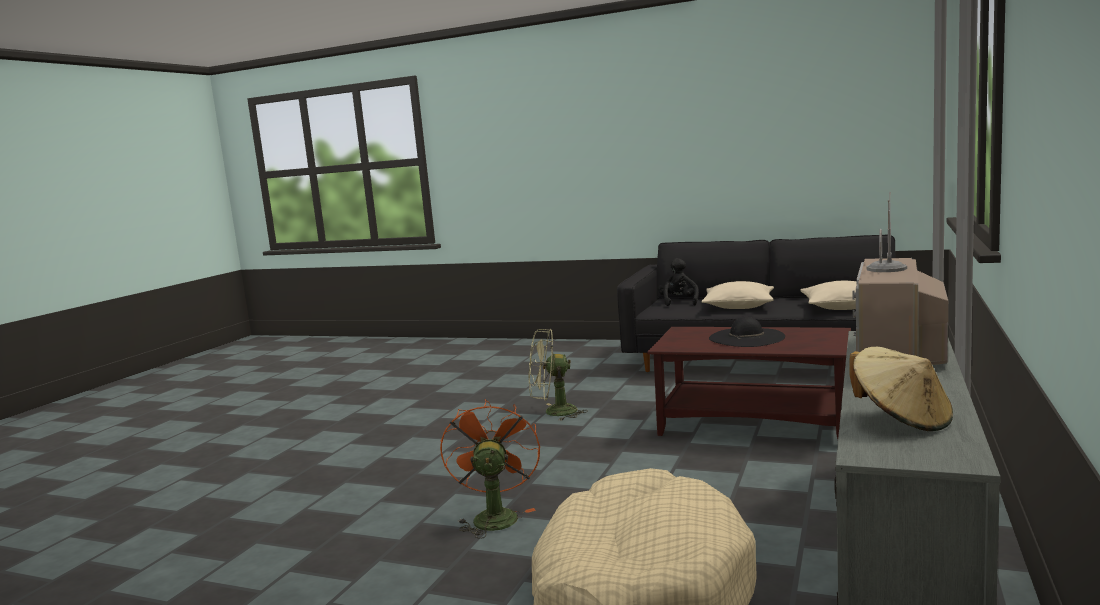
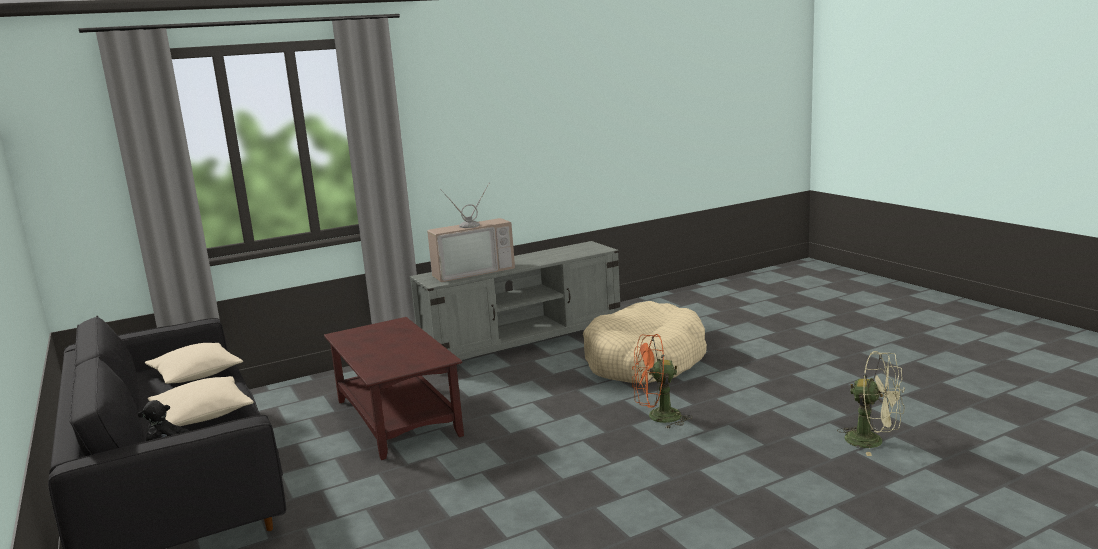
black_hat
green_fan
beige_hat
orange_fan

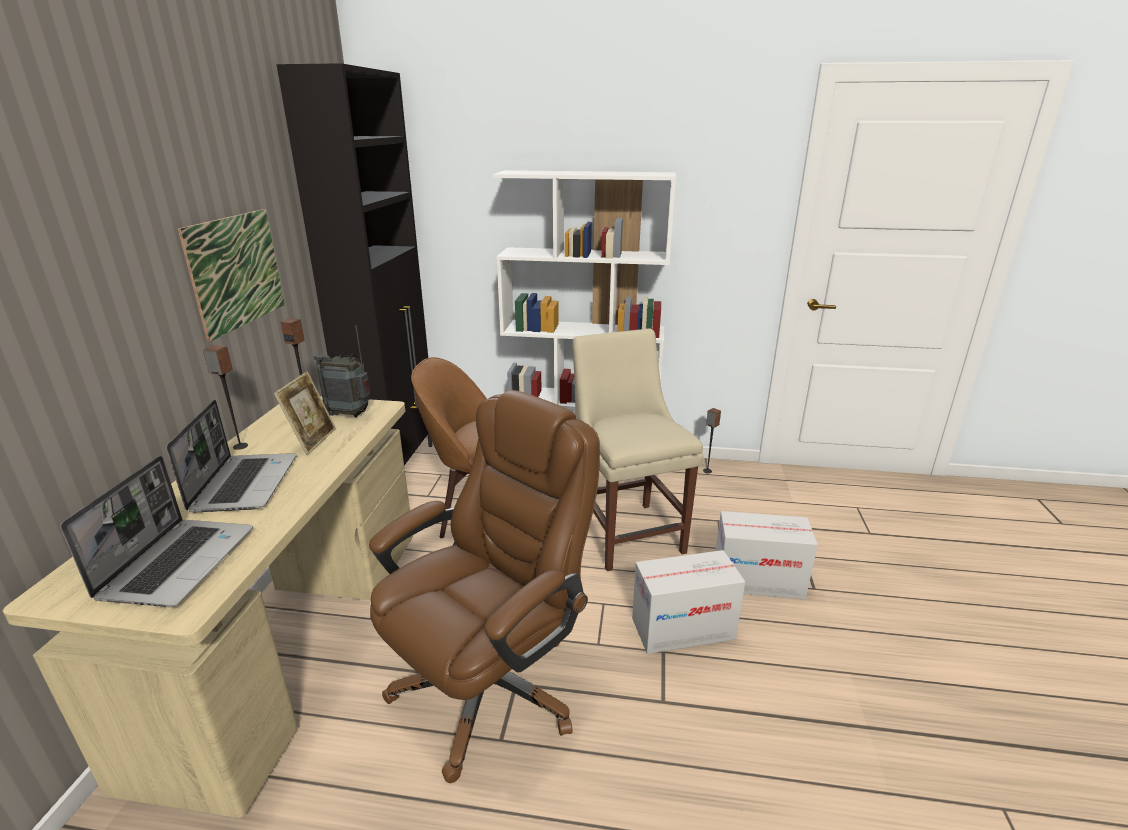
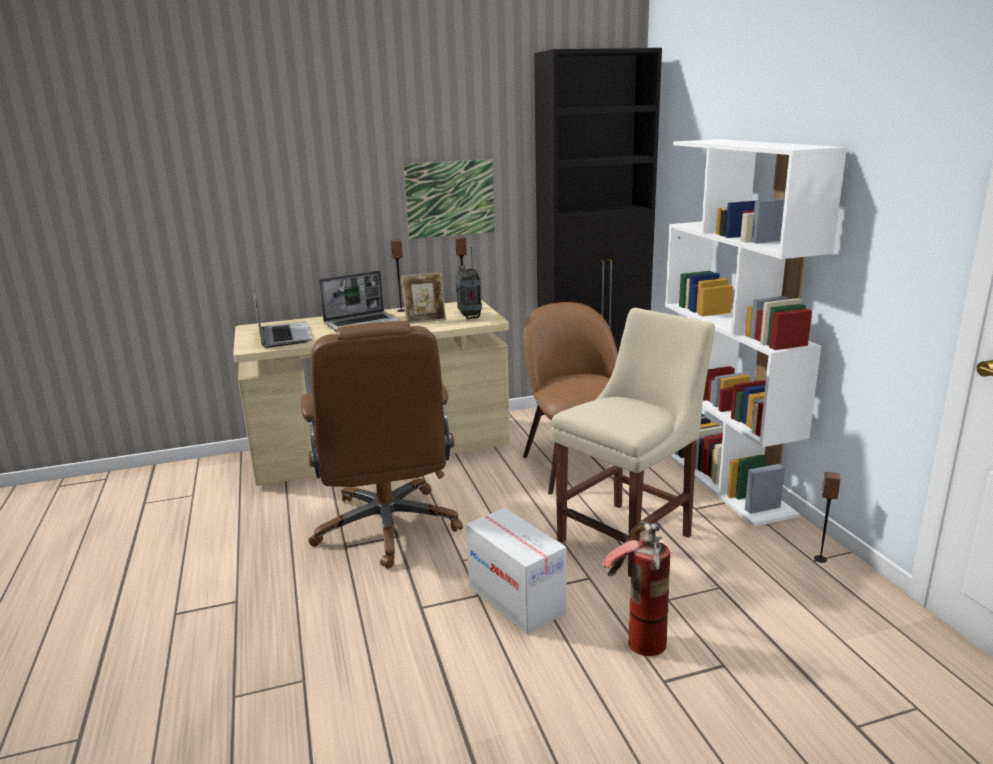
brown_office_chair
laptop (no. 1 from left)
fire_extinguisher

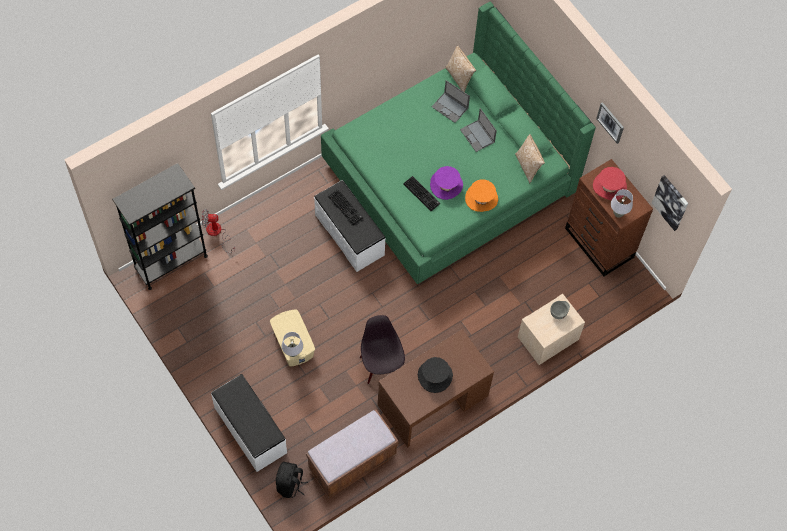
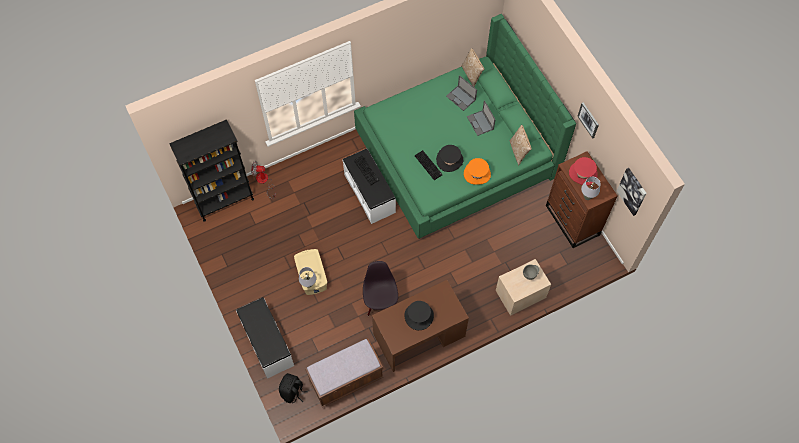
black_hat (no. 2 from left)

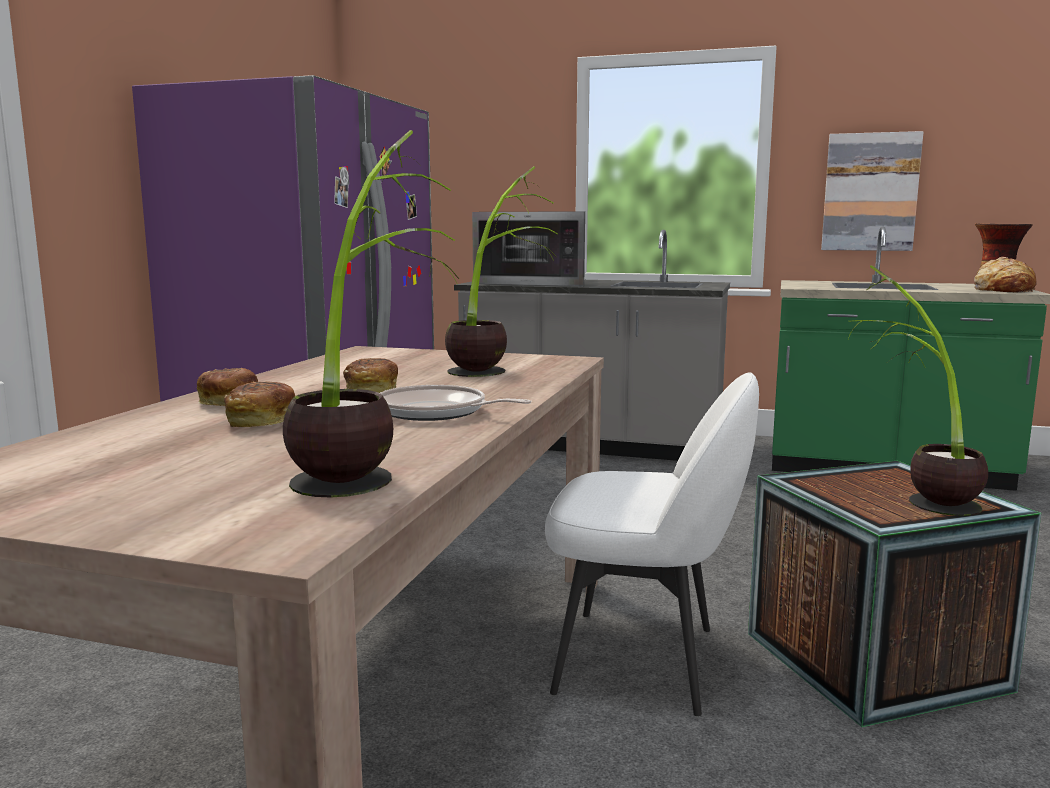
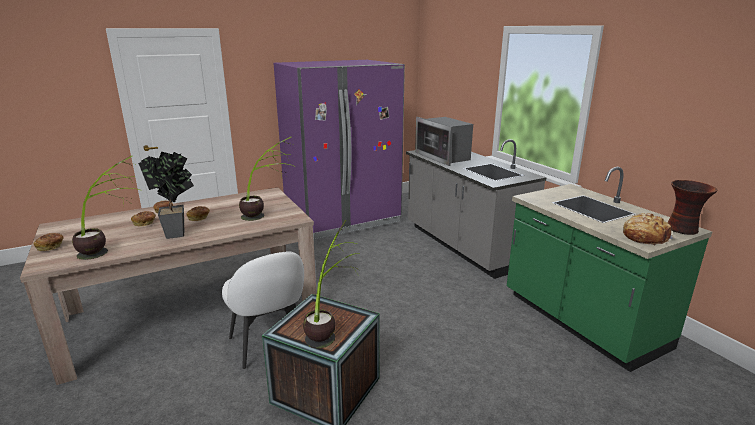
picture
potted_plant (no. 2 from left)
bread (no. 1 from left)

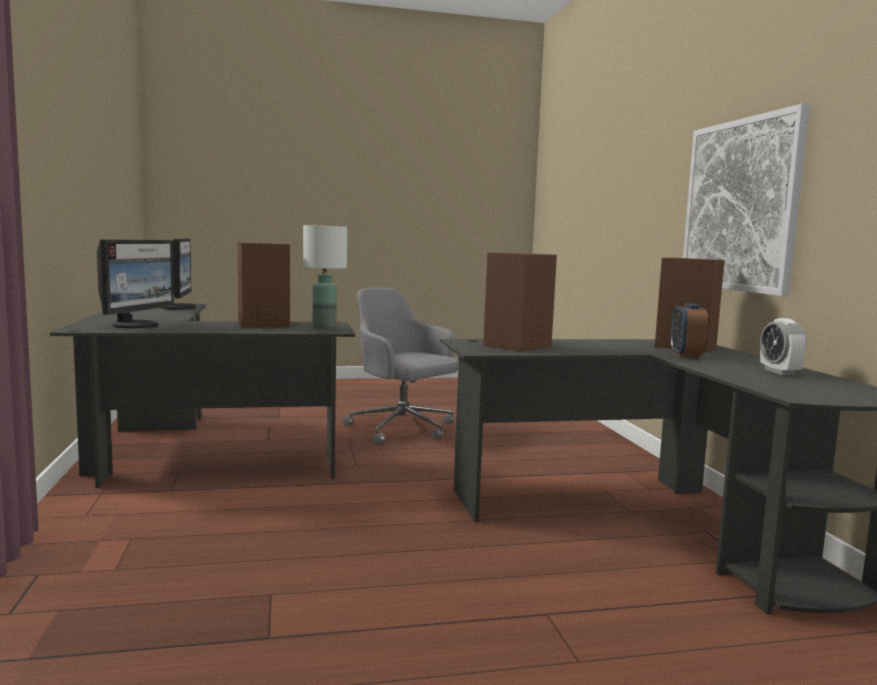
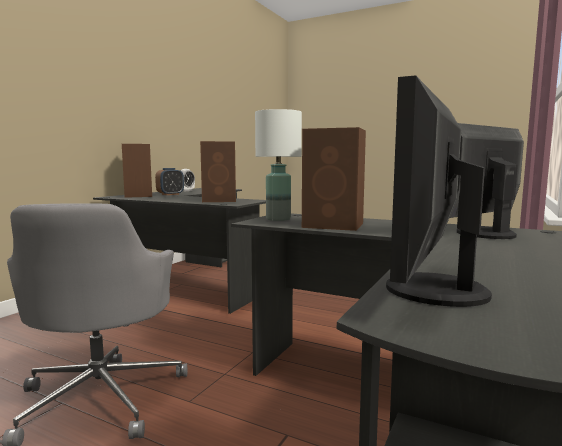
picture

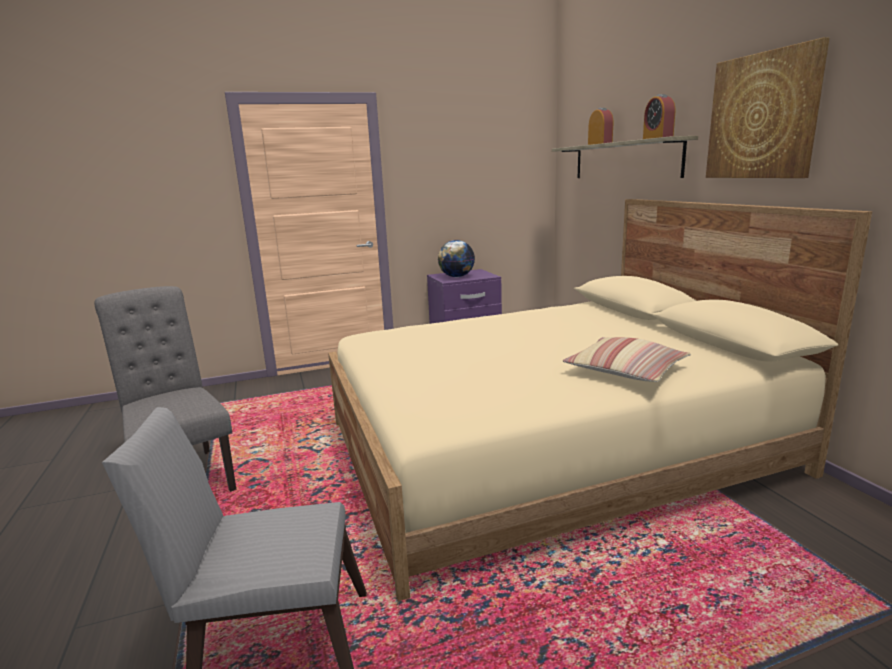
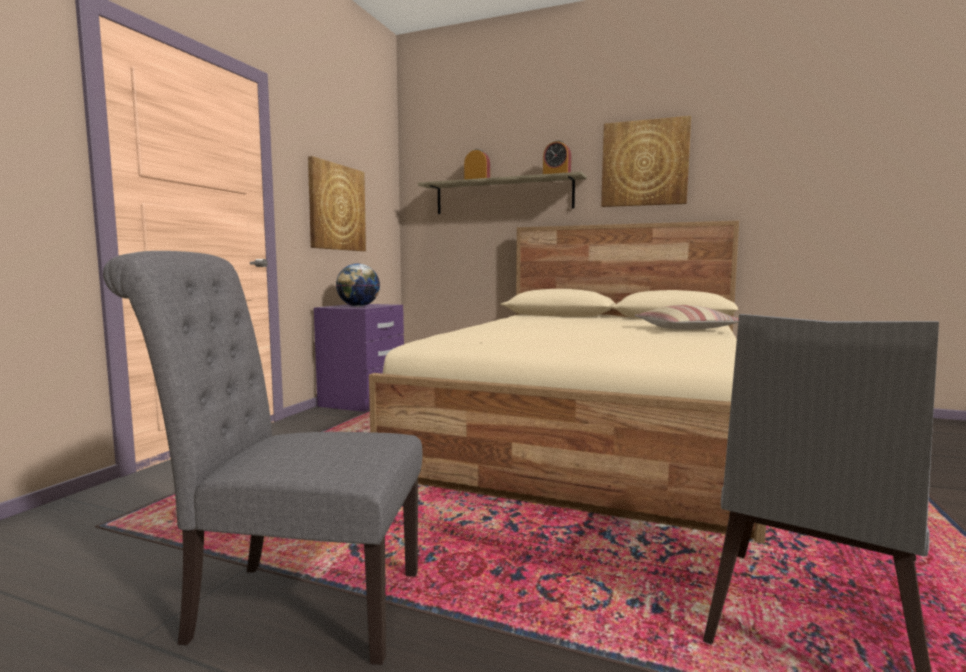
picture (no. 1 from left)

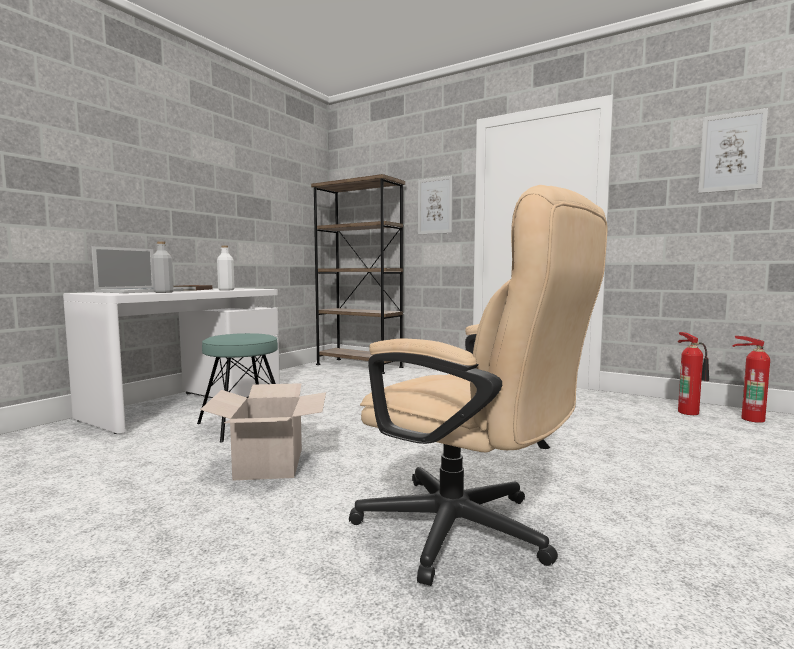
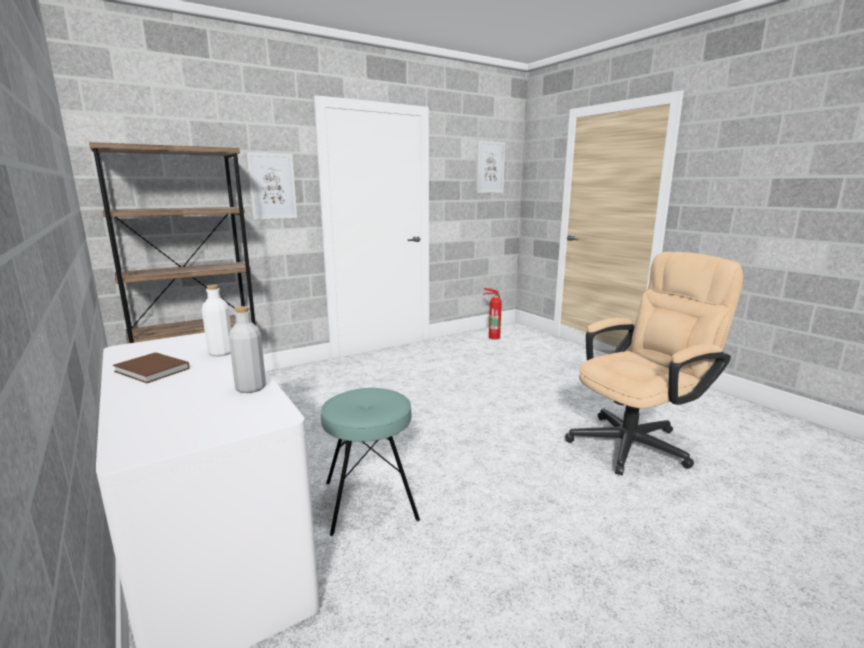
laptop
fire_extinguisher (no. 2 from left in the first image)
cardboard_box

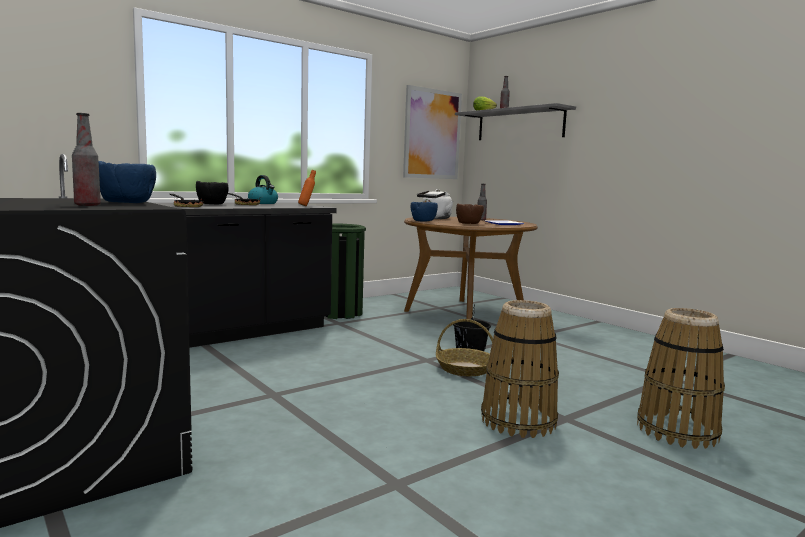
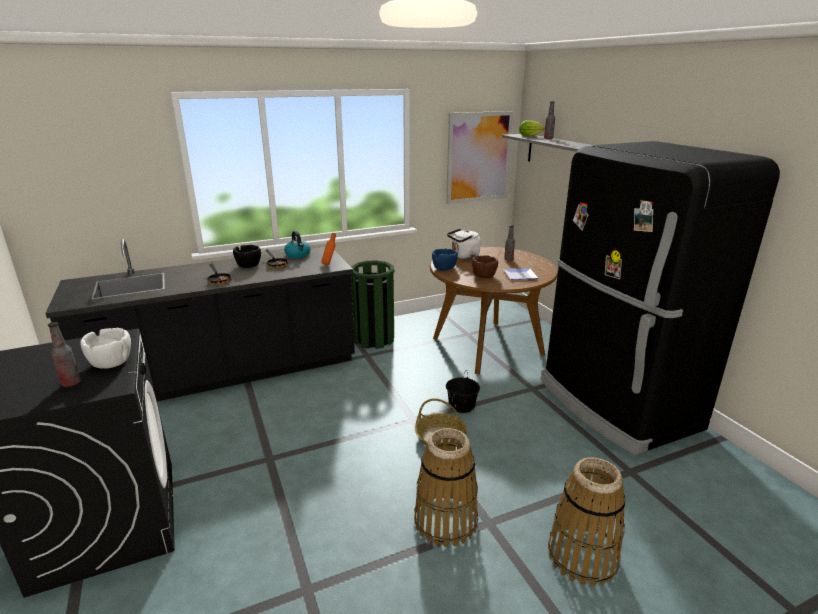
white_bowl
black_fridge

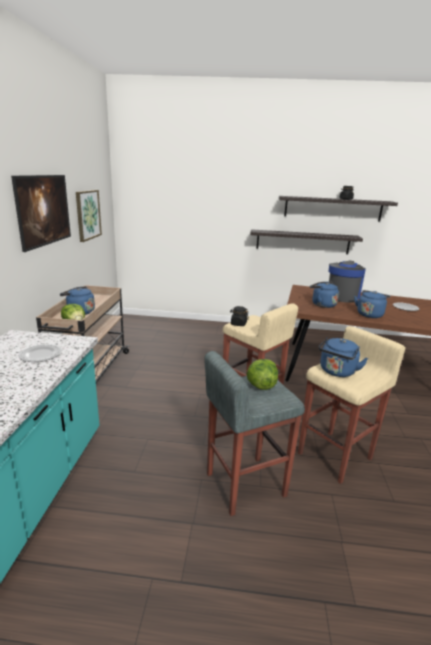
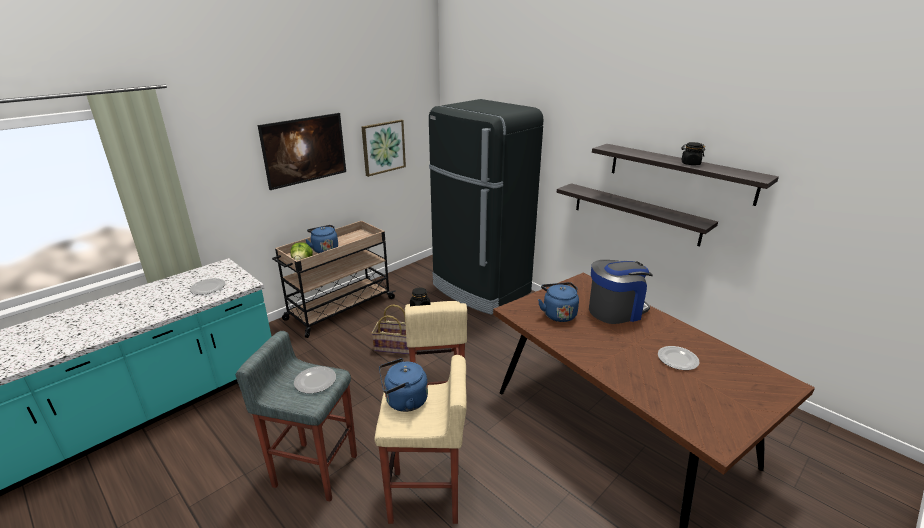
blue_kettle (no. 4 from left in the first image)
plate (no. 2 from left)
black_fridge
basket

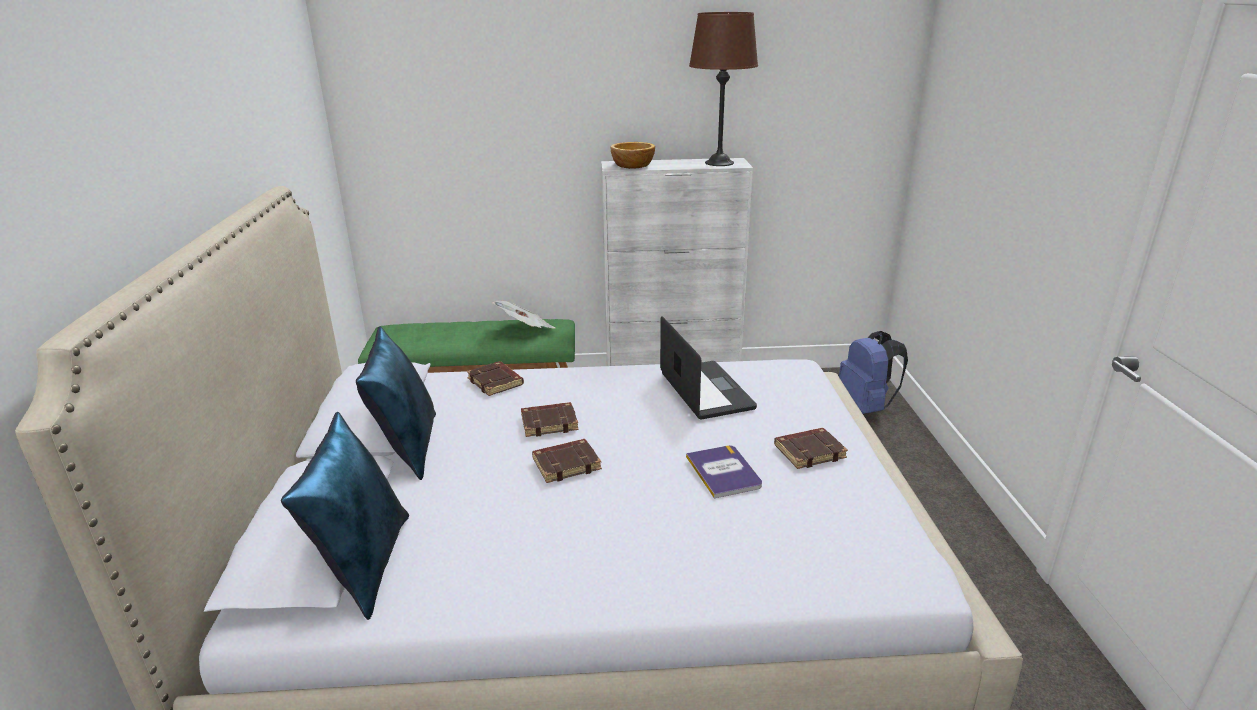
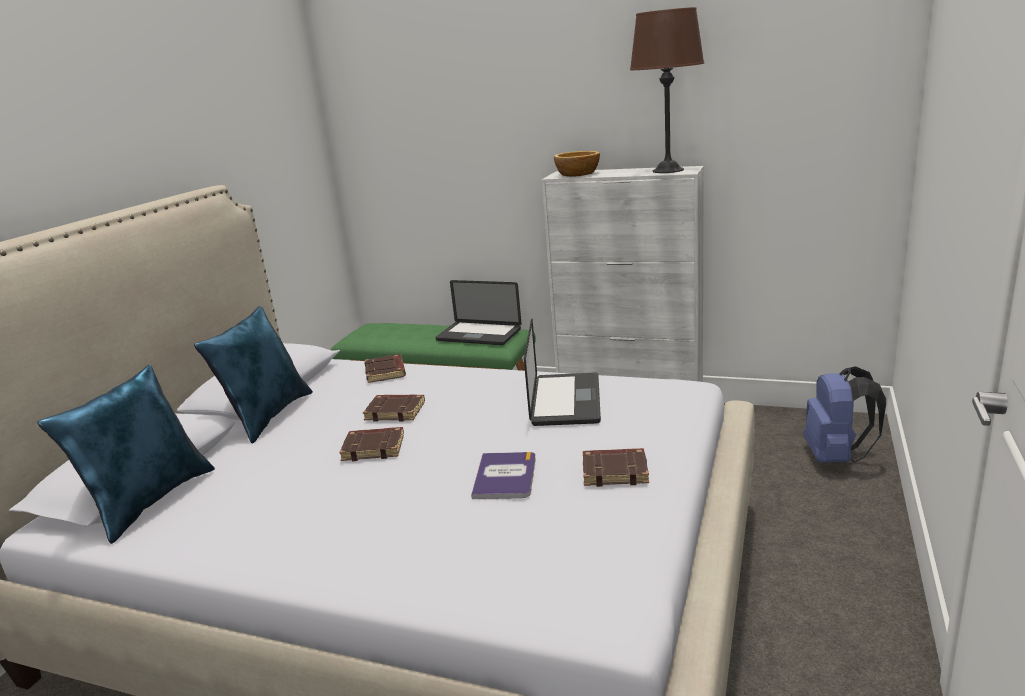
laptop (no. 1 from left)

